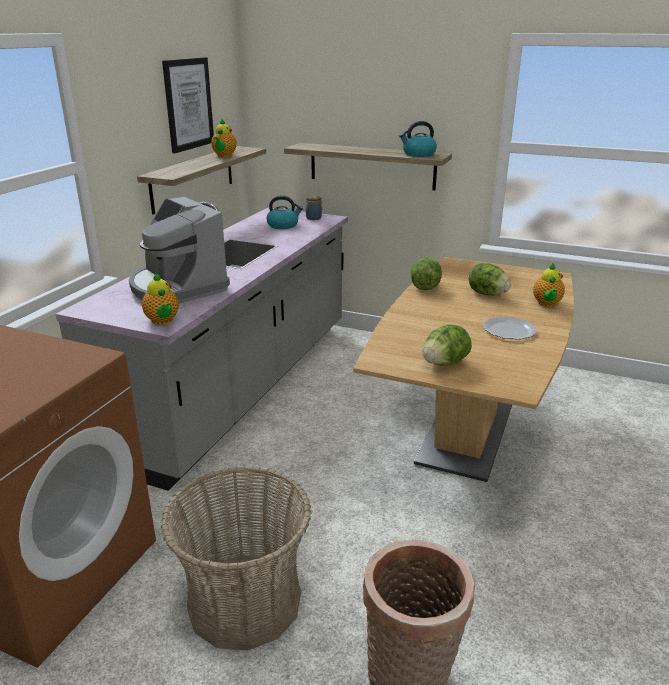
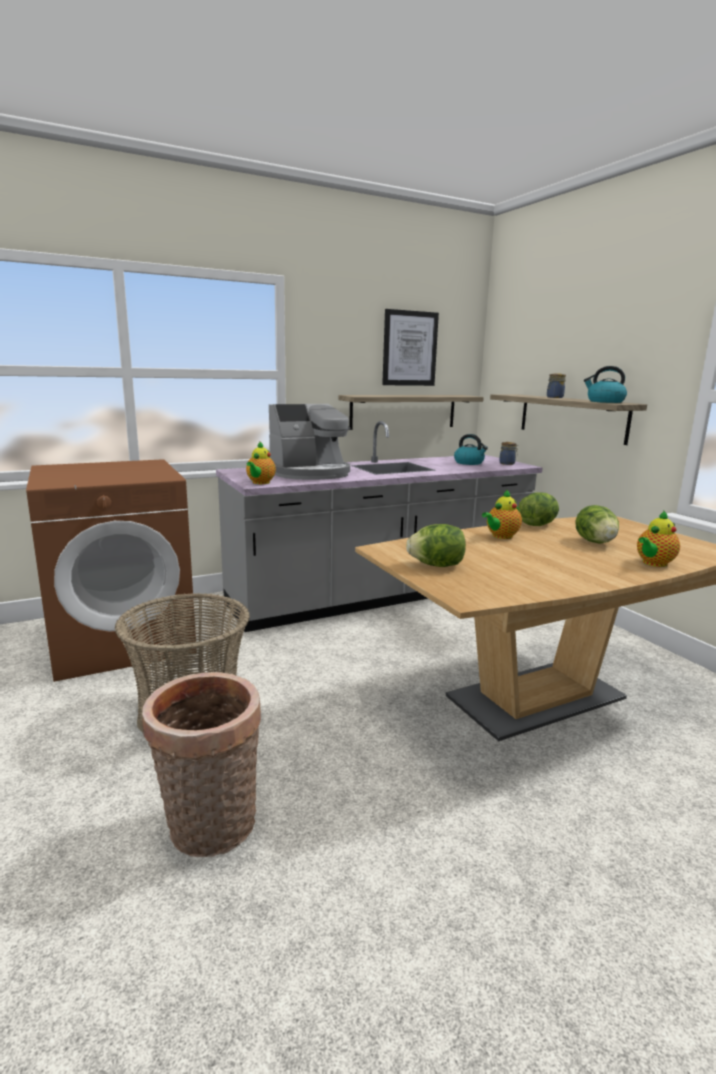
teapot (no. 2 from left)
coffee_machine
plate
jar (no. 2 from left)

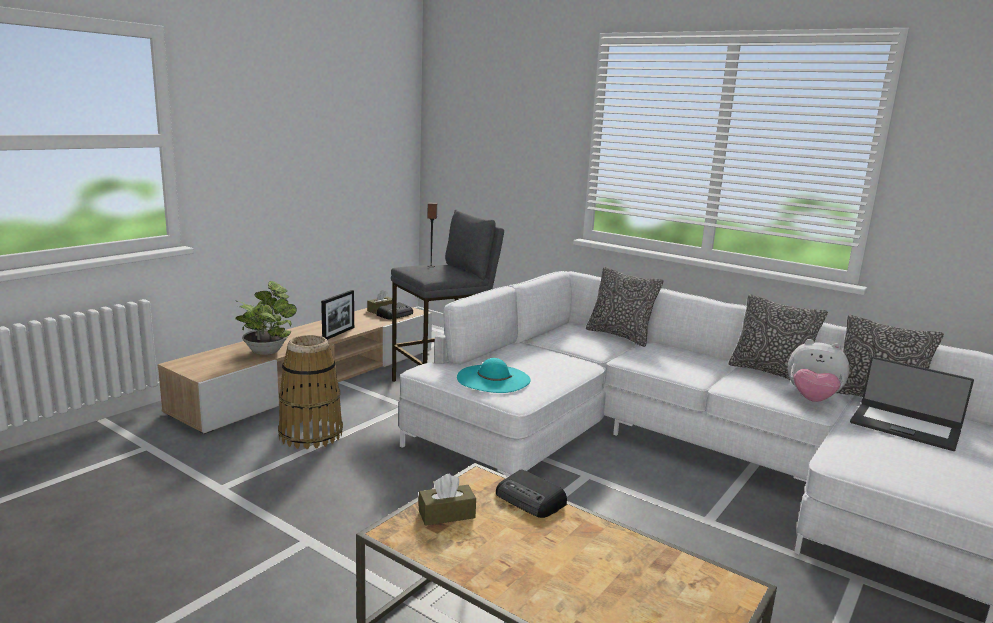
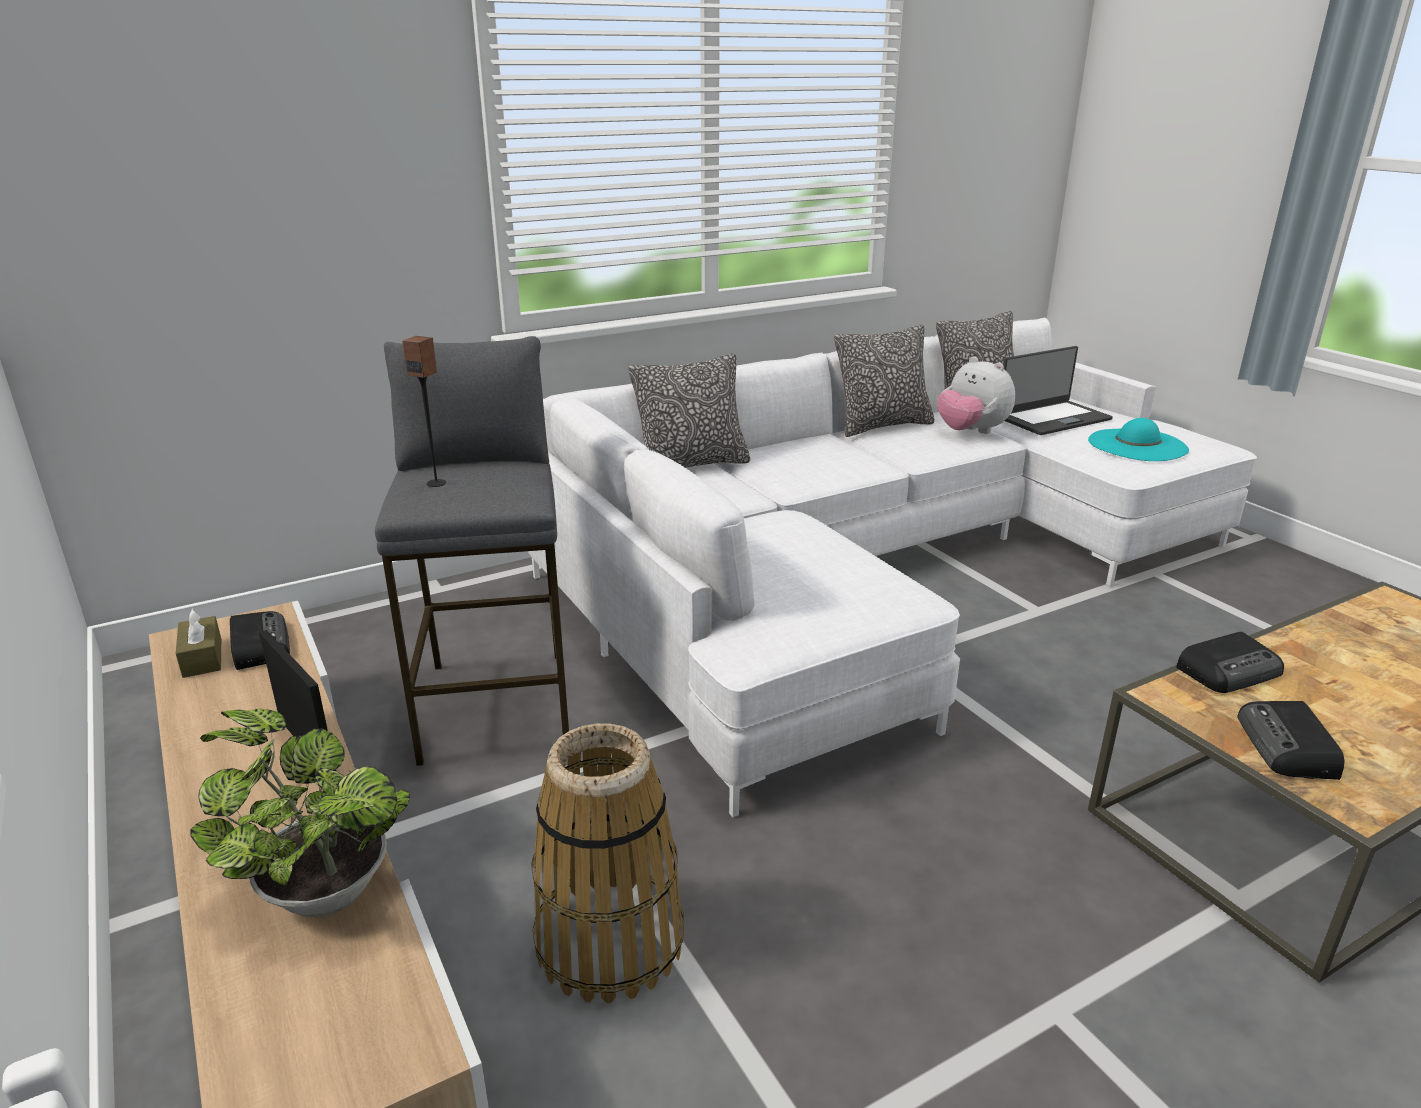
plush_toy
turquoise_hat
radio (no. 3 from left)

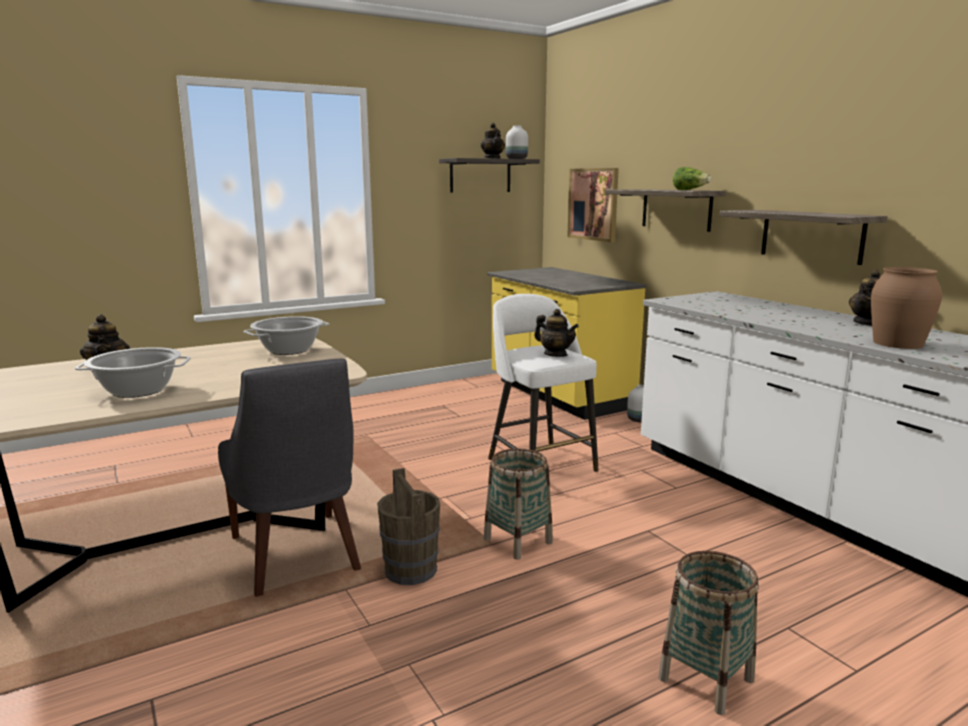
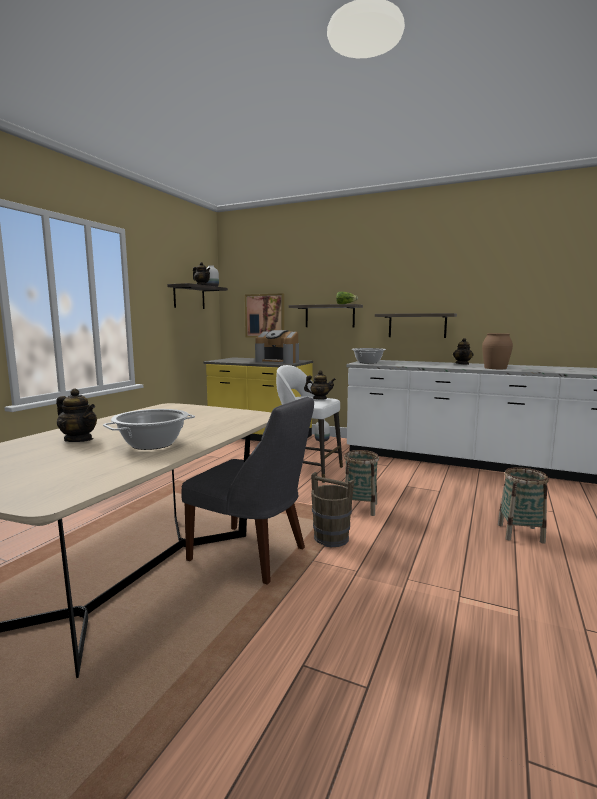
cooking_pot (no. 2 from left)
coffee_machine

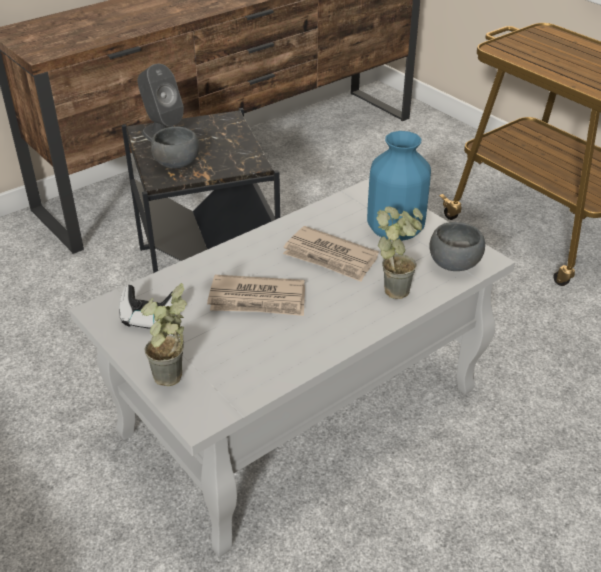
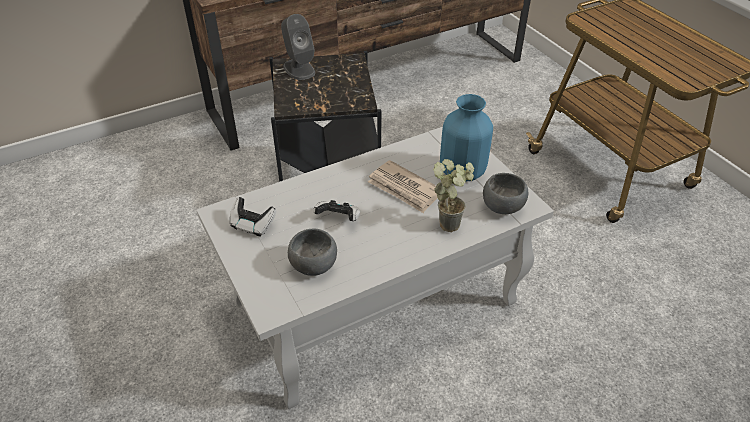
grey_bowl (no. 1 from left)
game_controller (no. 2 from left)
potted_plant (no. 1 from left in the first image)

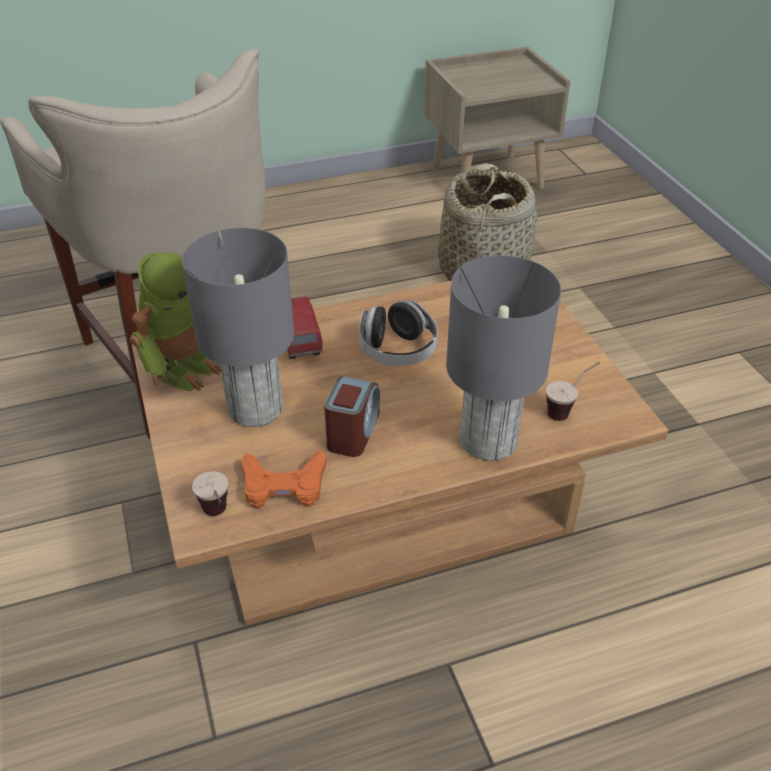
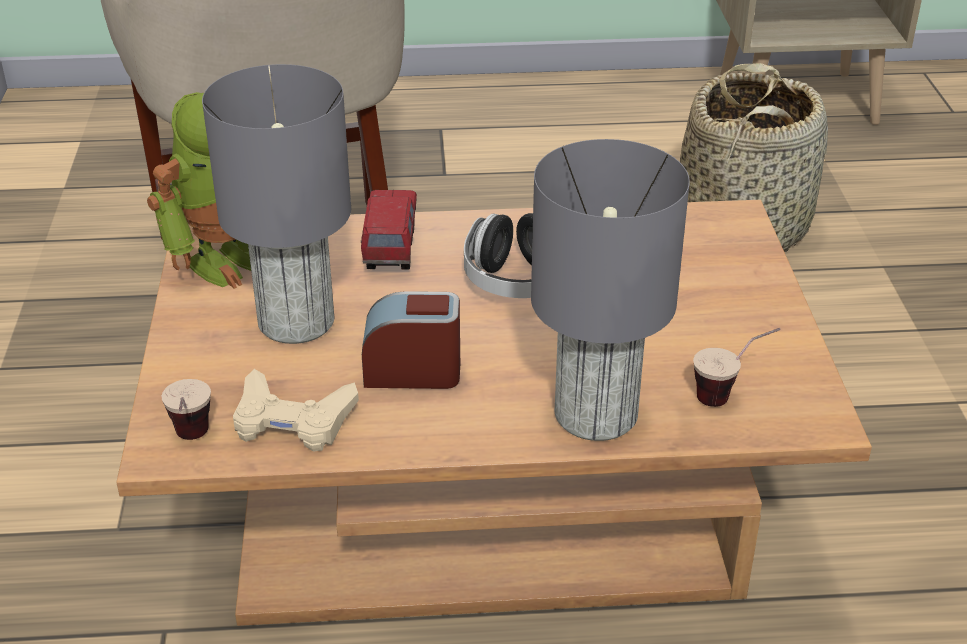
alarm_clock
beige_game_controller

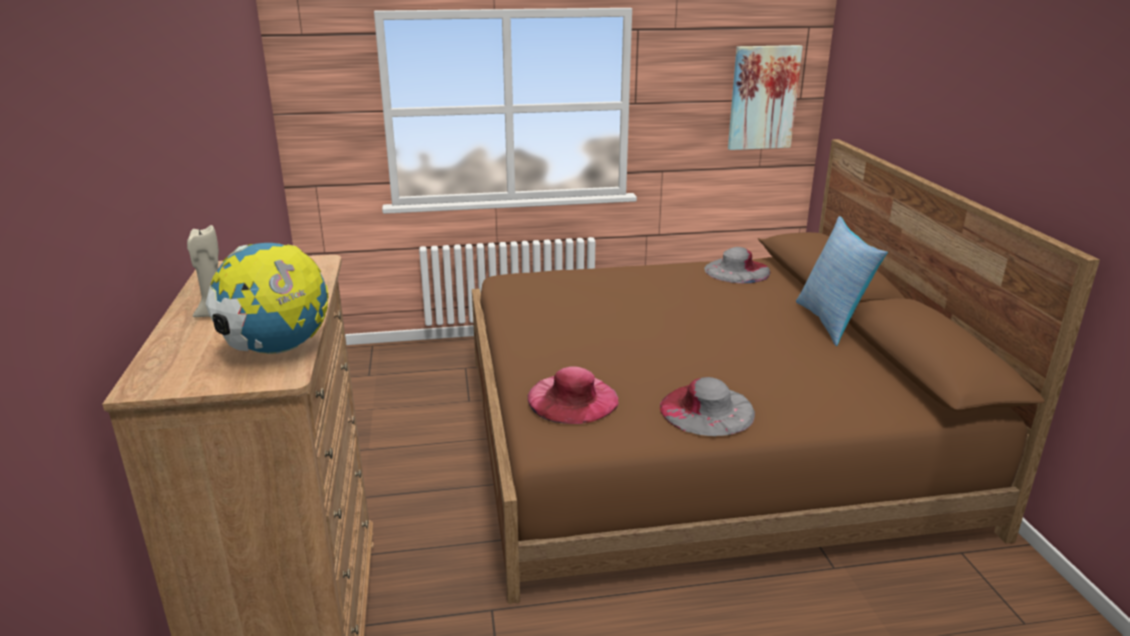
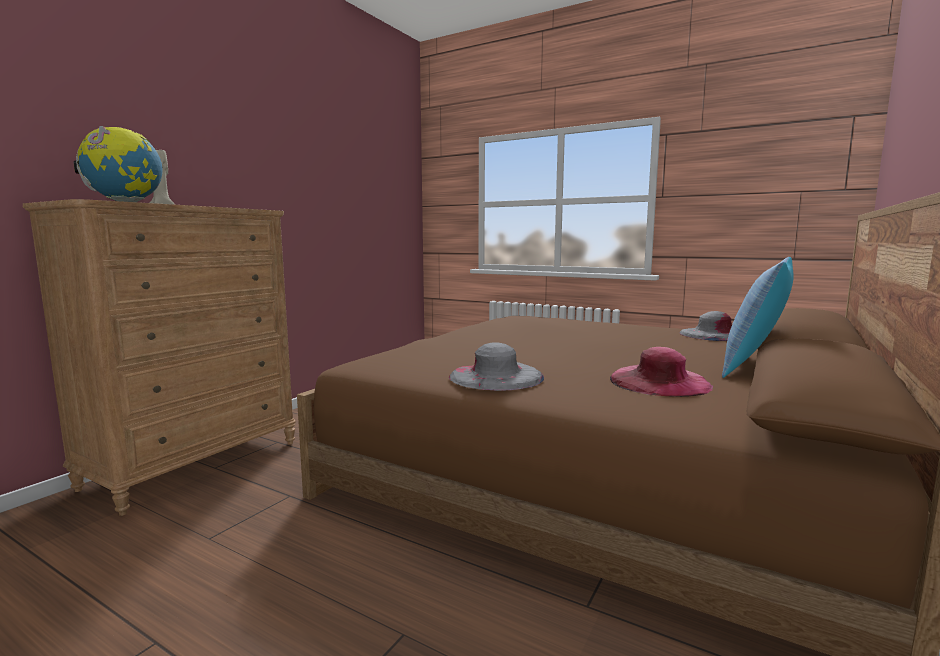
picture
pink_hat

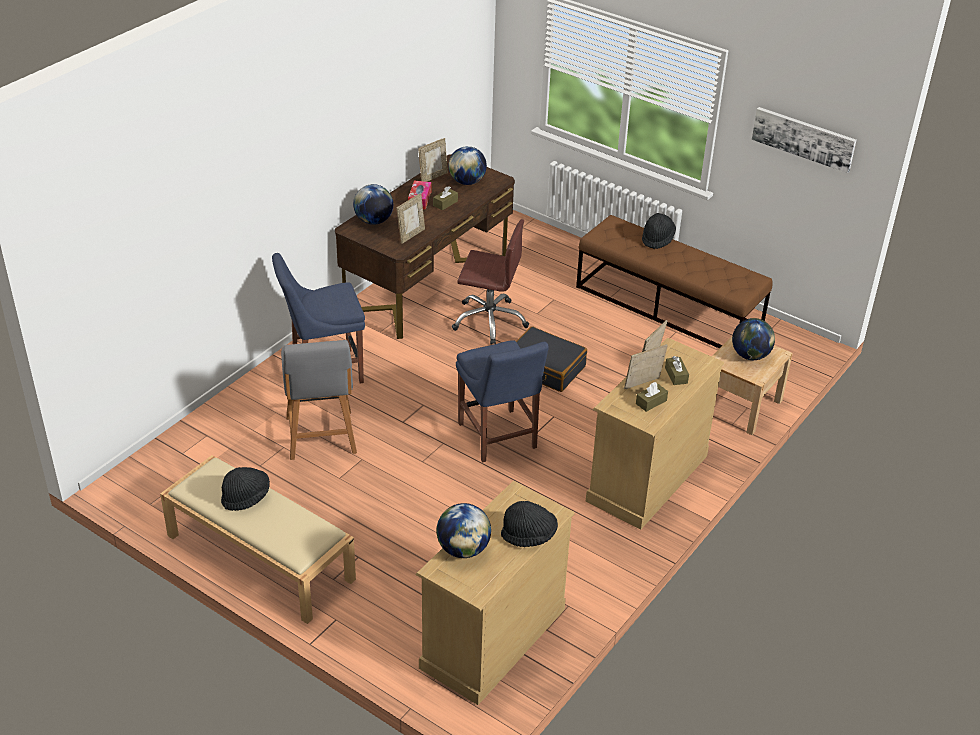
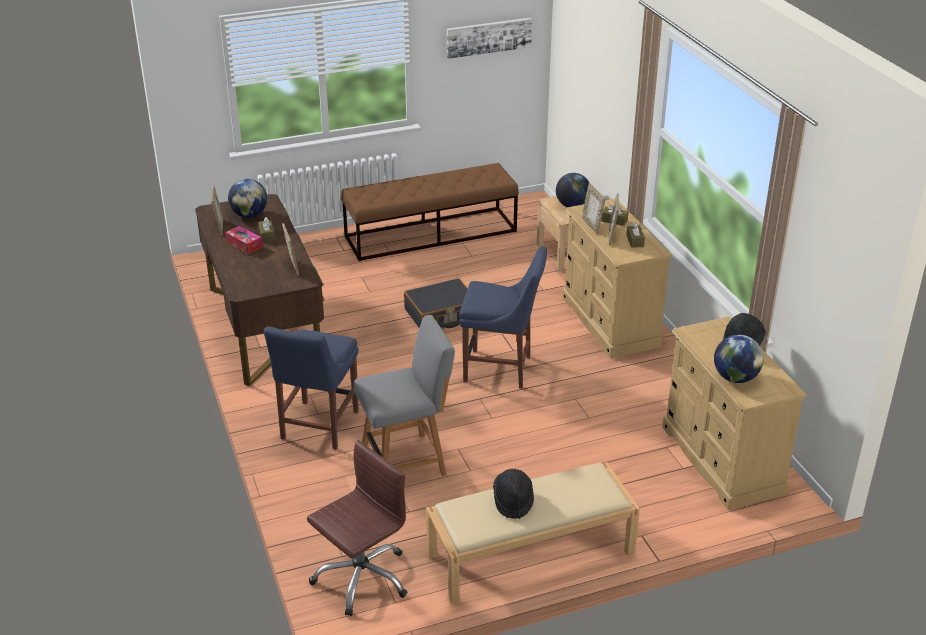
globe (no. 1 from left in the first image)
black_hat (no. 3 from left in the first image)
brown_office_chair
grey_chair

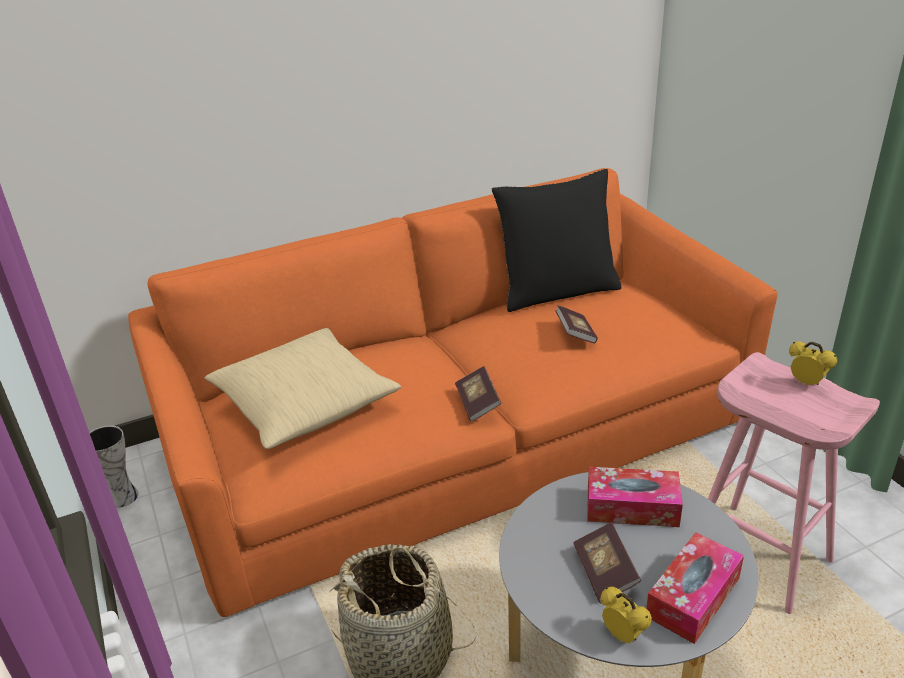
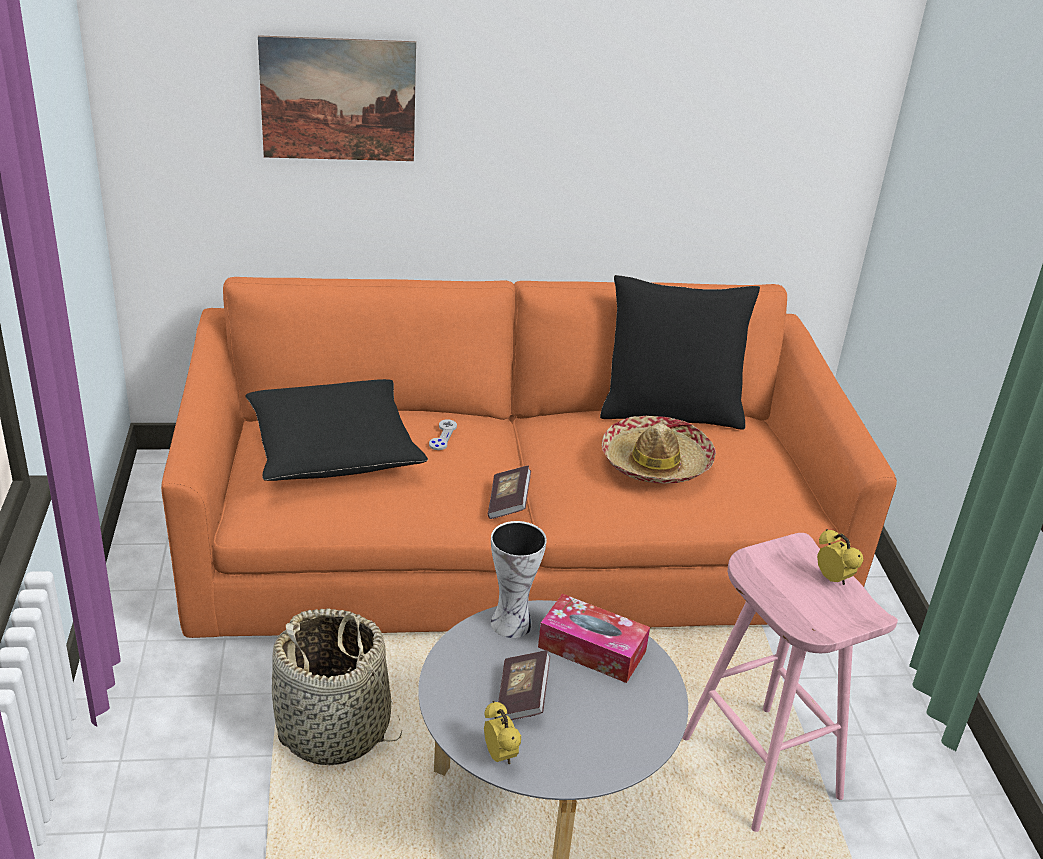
hat
black_pillow (no. 1 from left)
vase
tissue_box (no. 2 from left in the first image)
picture
grey_game_controller

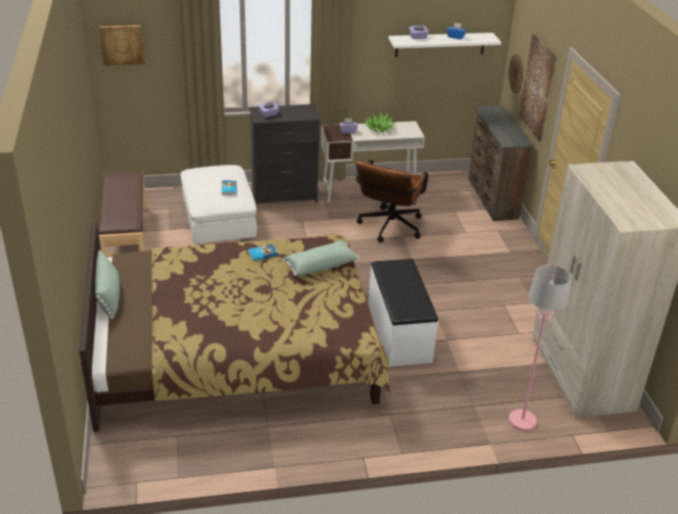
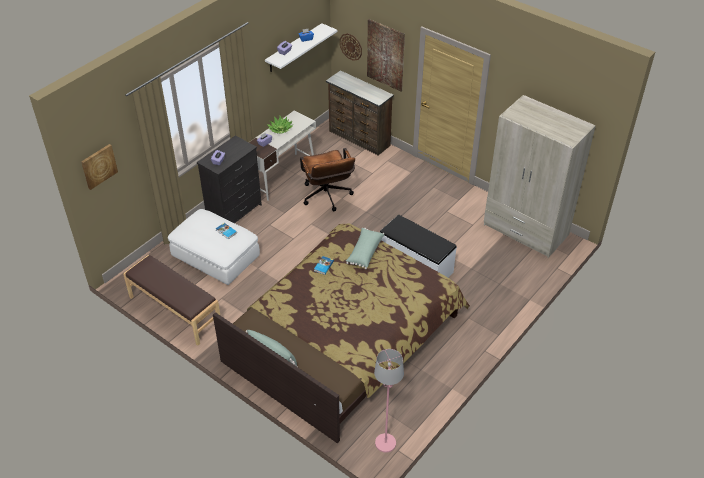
pink_floor_lamp

